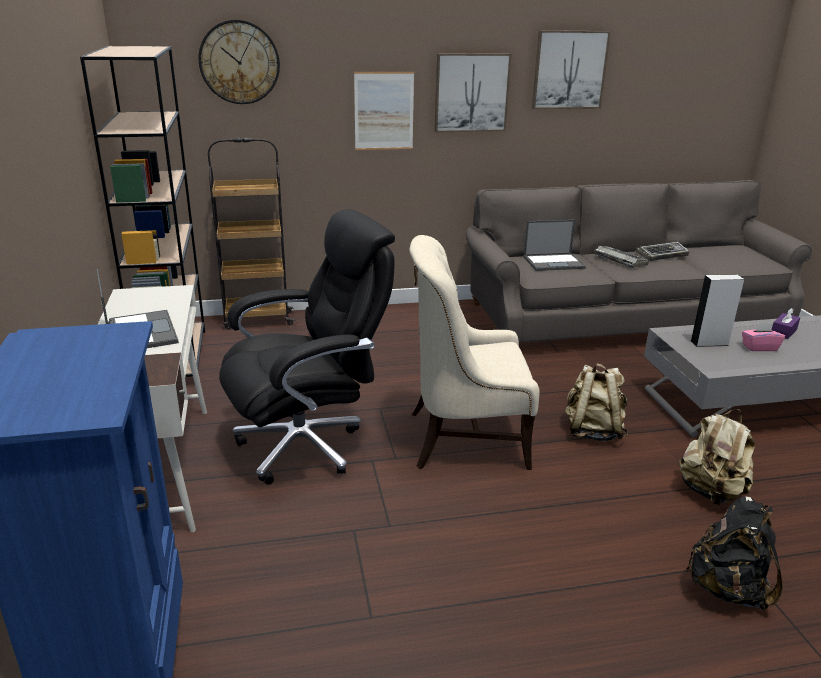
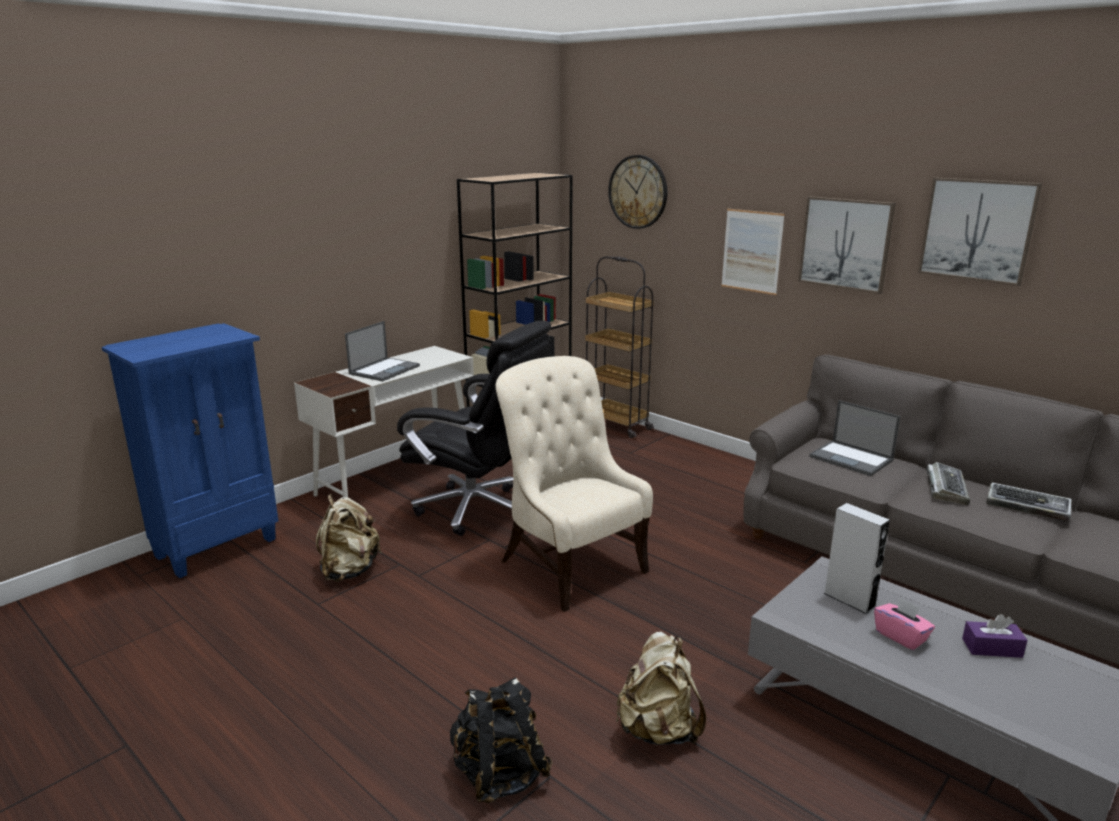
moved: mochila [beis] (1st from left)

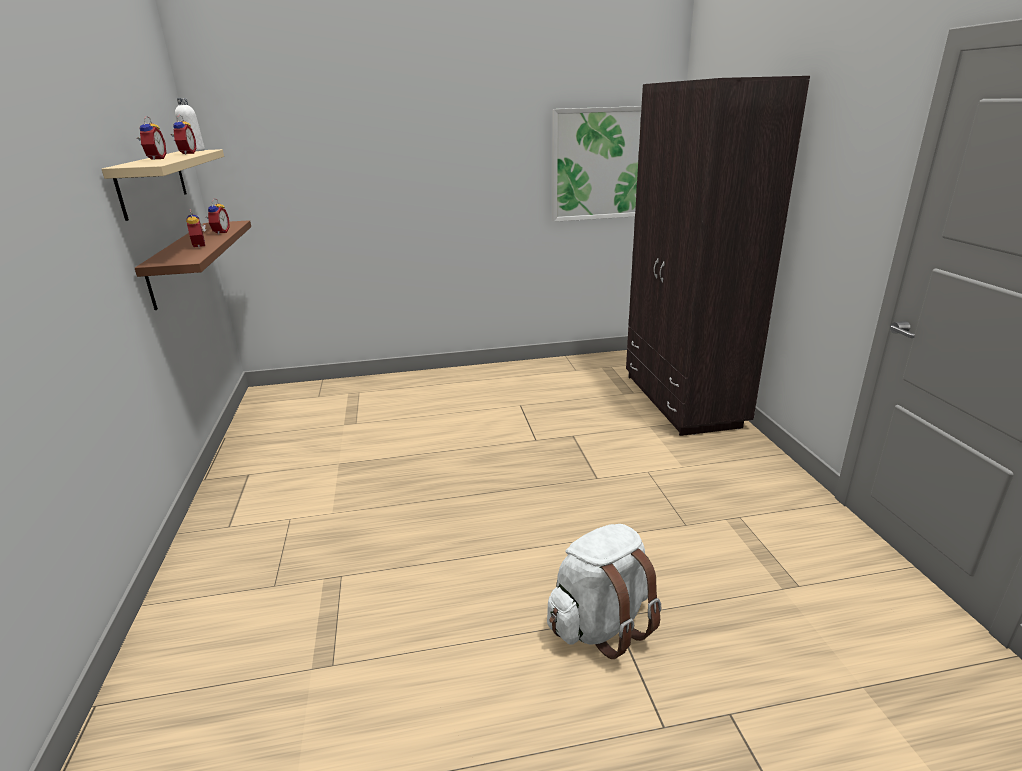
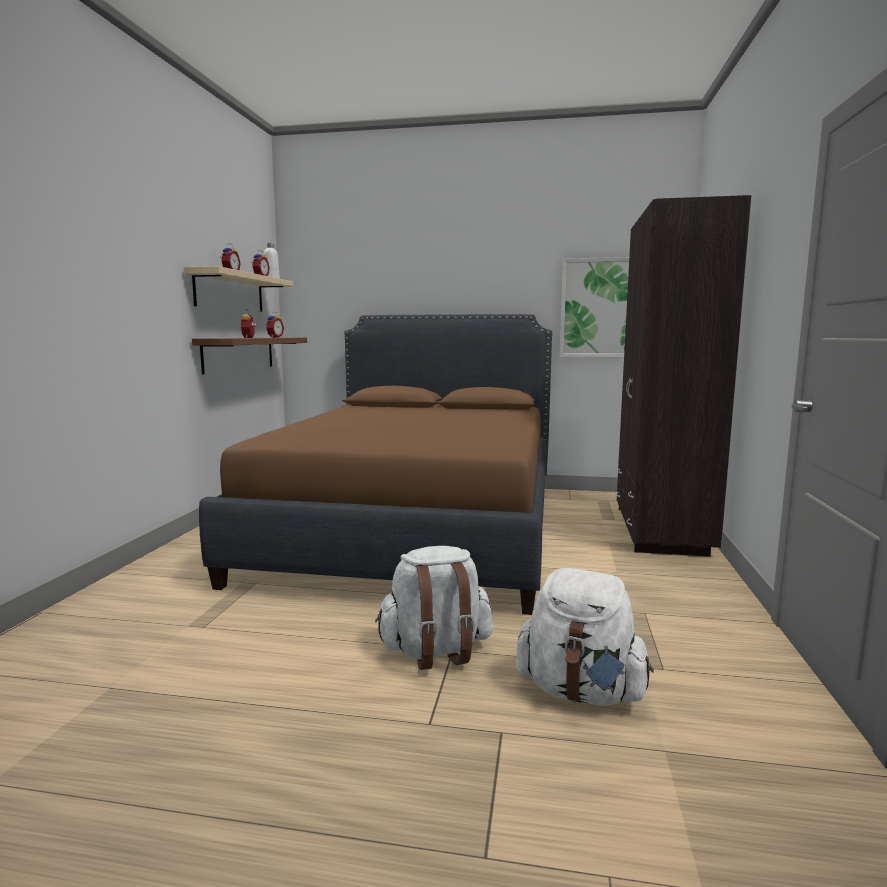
added: cama [marrón]; mochila [blanco] (2nd from left)

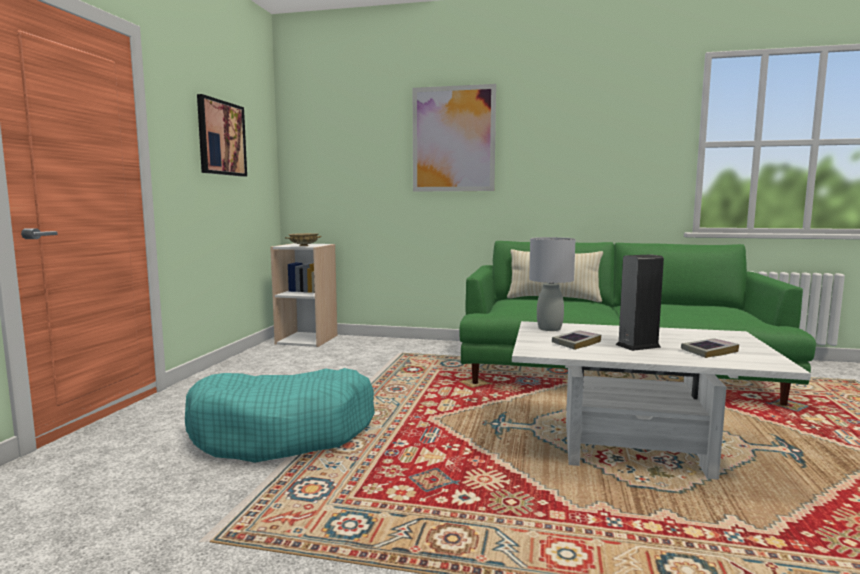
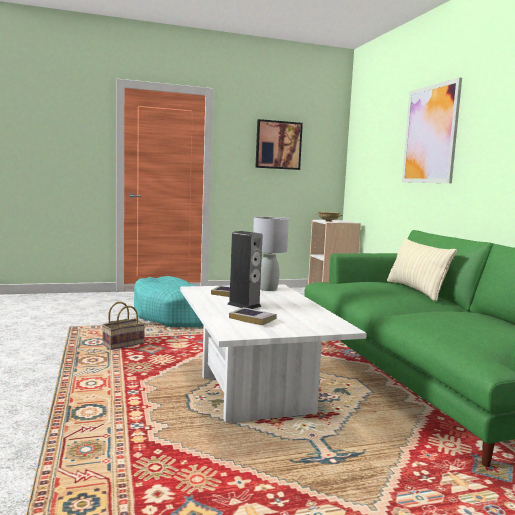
added: cesta

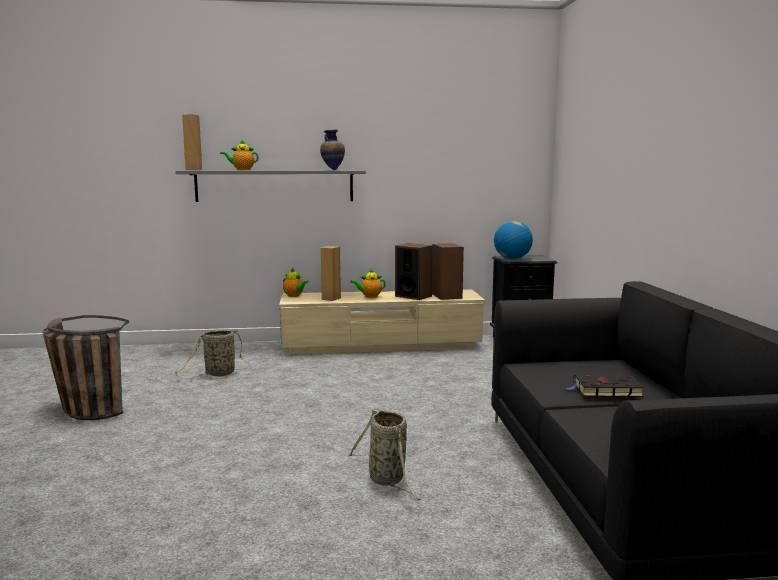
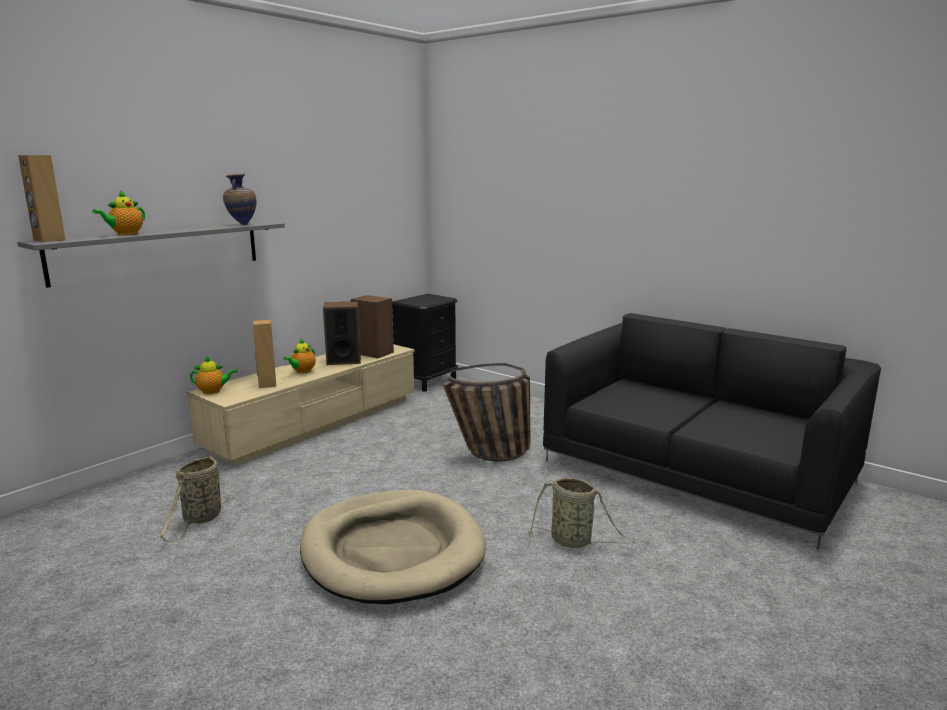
removed: globo terráqueo; libro [negro]
added: cama para perro [beis]
moved: cesta (1st from left in the first image) to cesta (2nd from left)

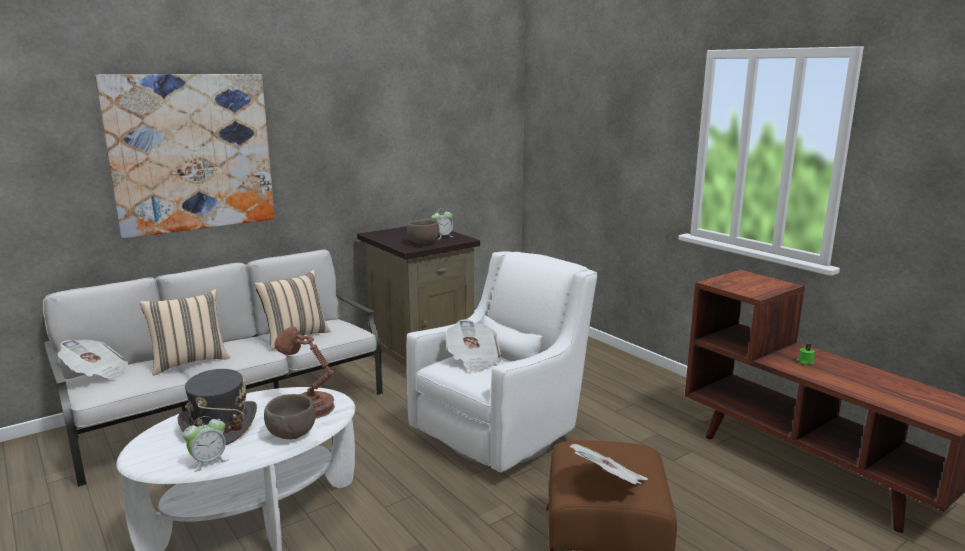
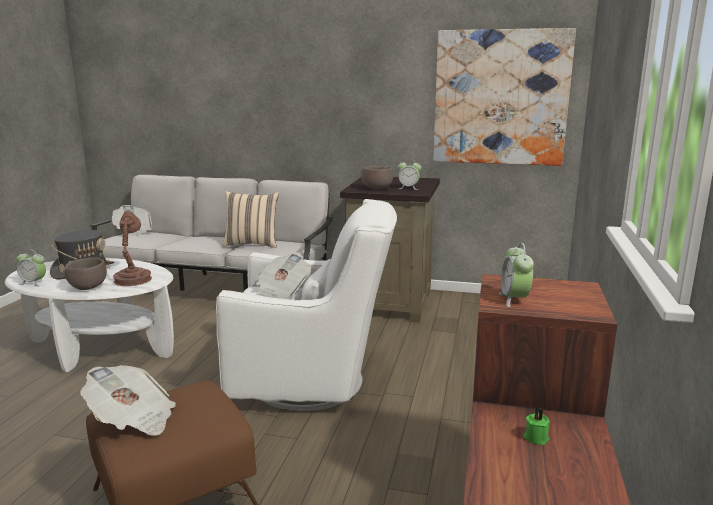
removed: cojín [beis] (1st from left)
added: despertador (3rd from left)
moved: cuadro

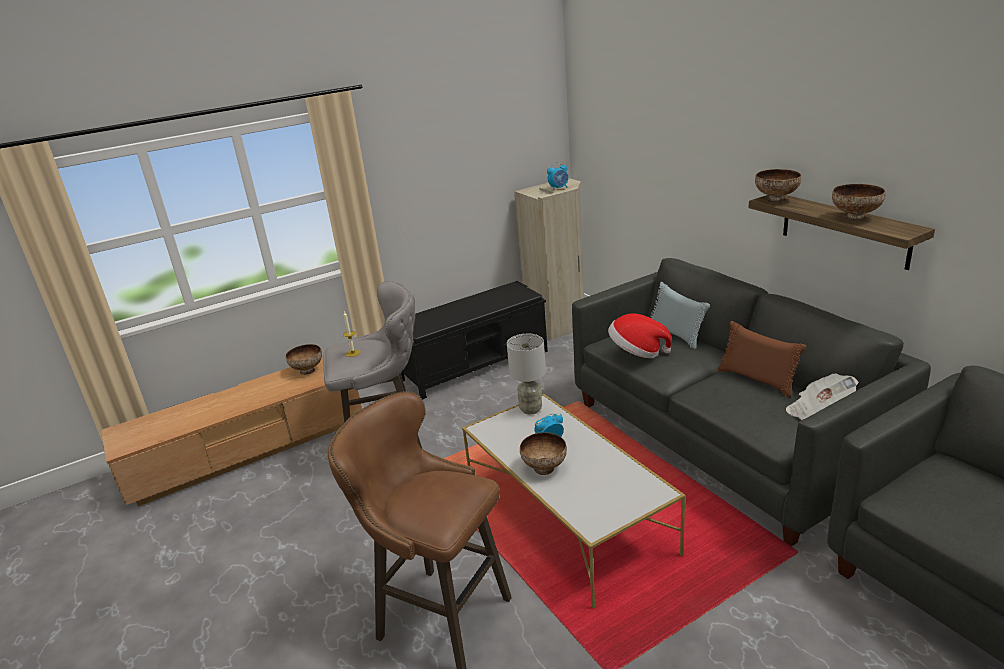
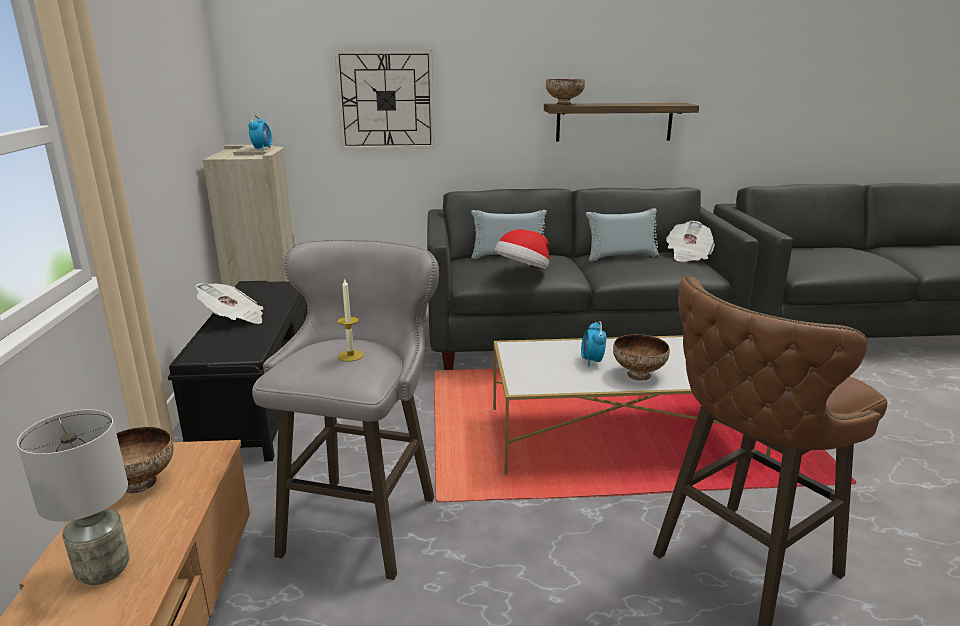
removed: cuenco (4th from left)
added: periódico (1st from left); reloj de pared
moved: lámpara de mesa [gris]
recoloured: cojín [marrón] to cojín [azul] (2nd from left)

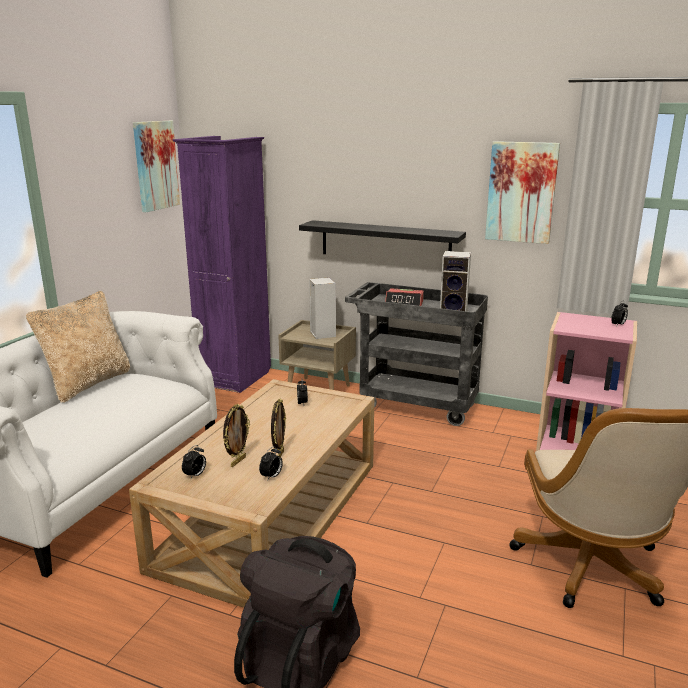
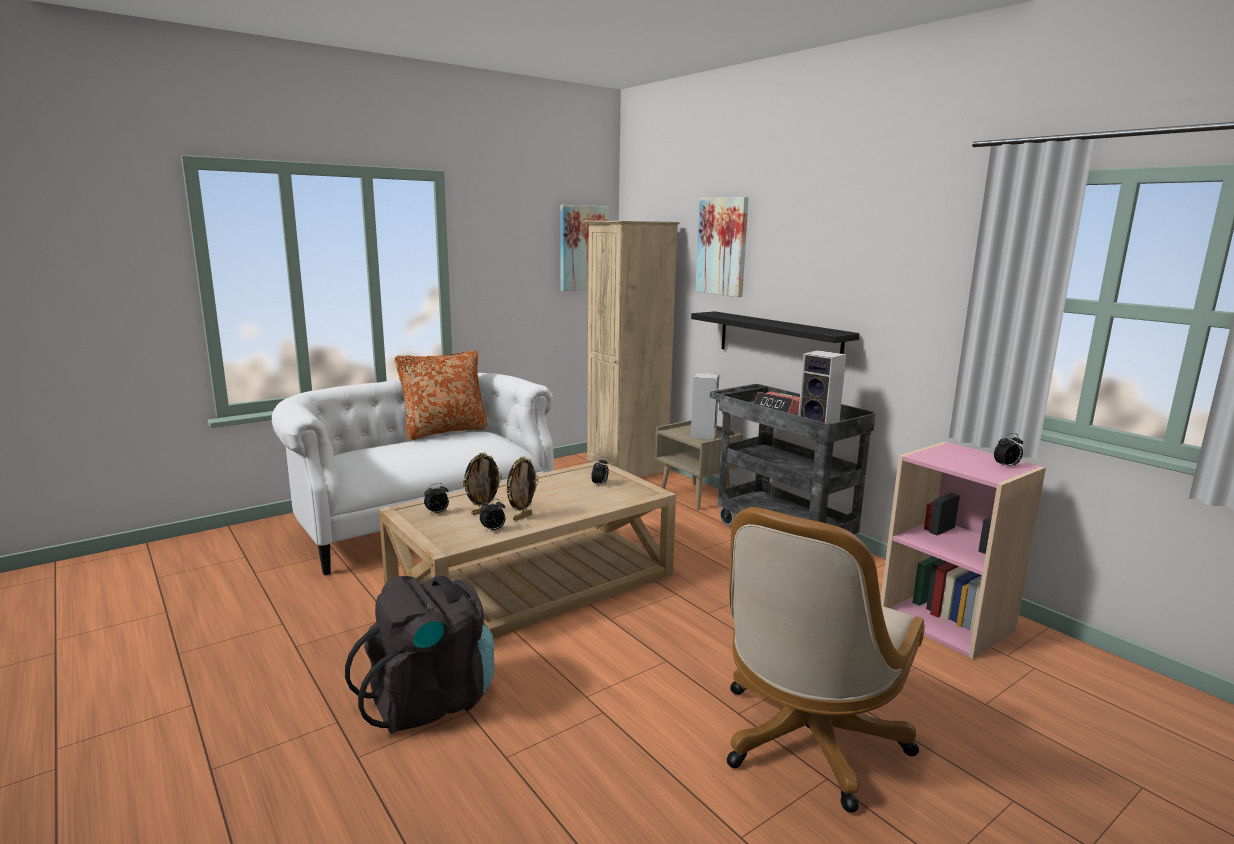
moved: cuadro (2nd from left)
recoloured: cojín [beis] to cojín [naranja]; armario [morado] to armario [beis]

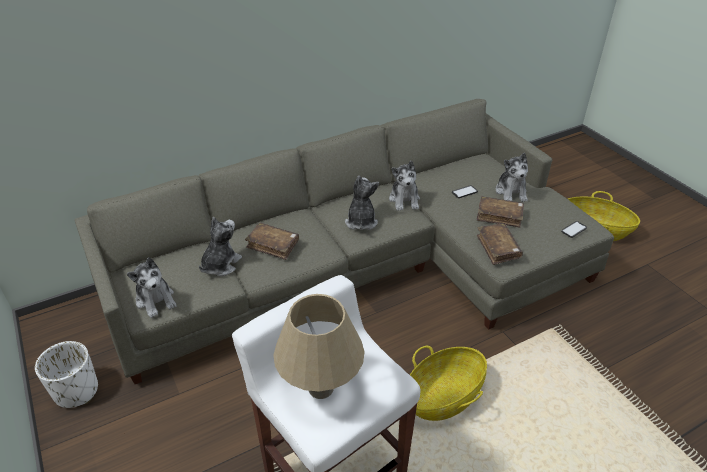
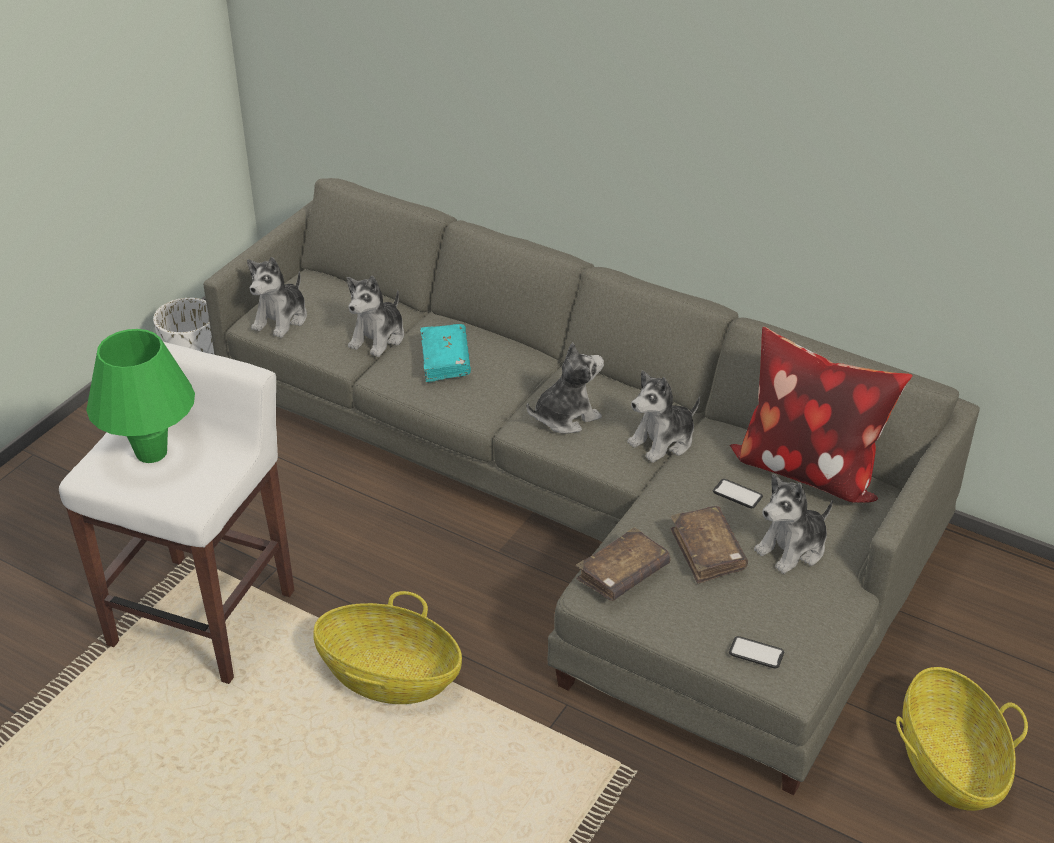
added: cojín
recoloured: libro [marrón] (1st from left) to libro [turquesa]; lámpara de mesa [beis] to lámpara de mesa [verde]
turned: peluche (2nd from left) 120 degrees clockwise

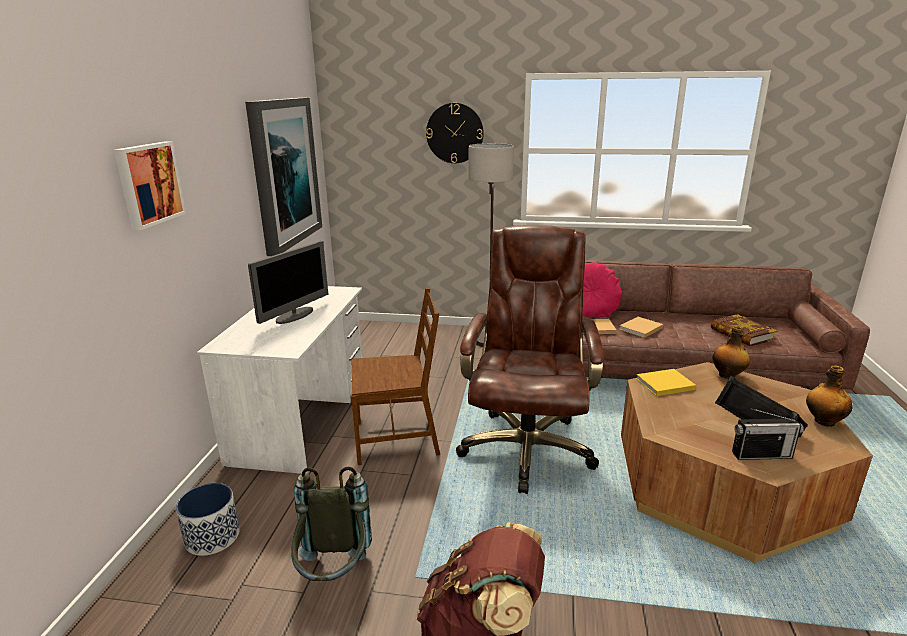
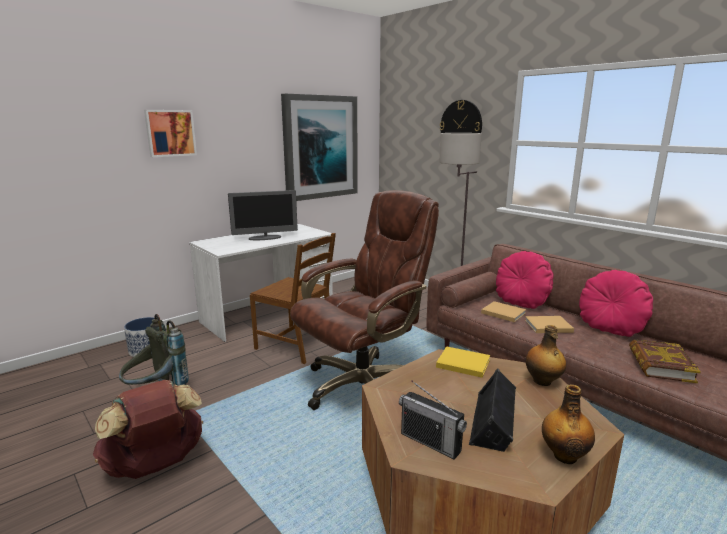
added: cojín [rosa] (2nd from left)

